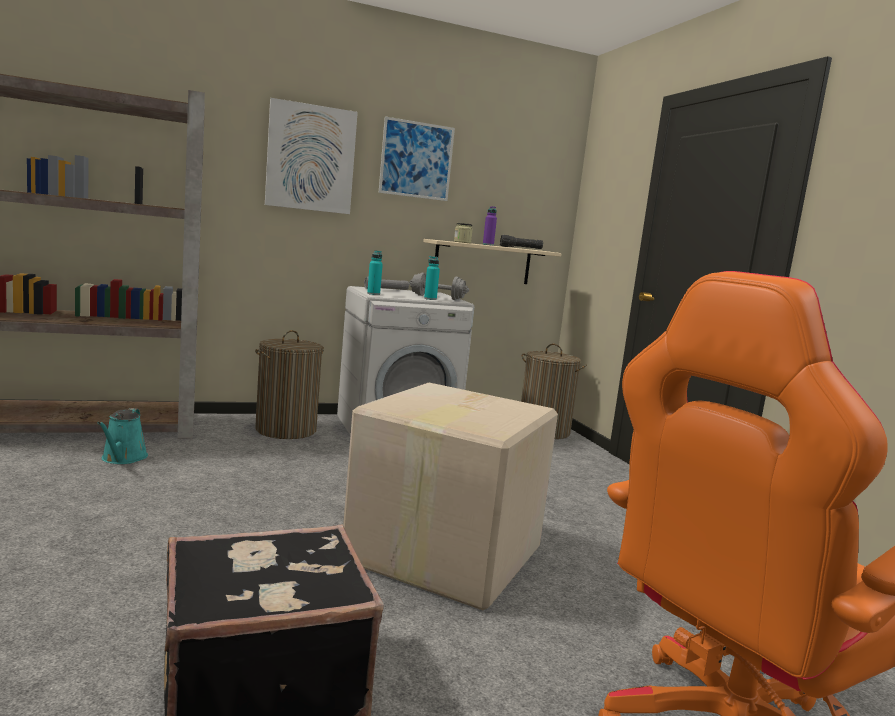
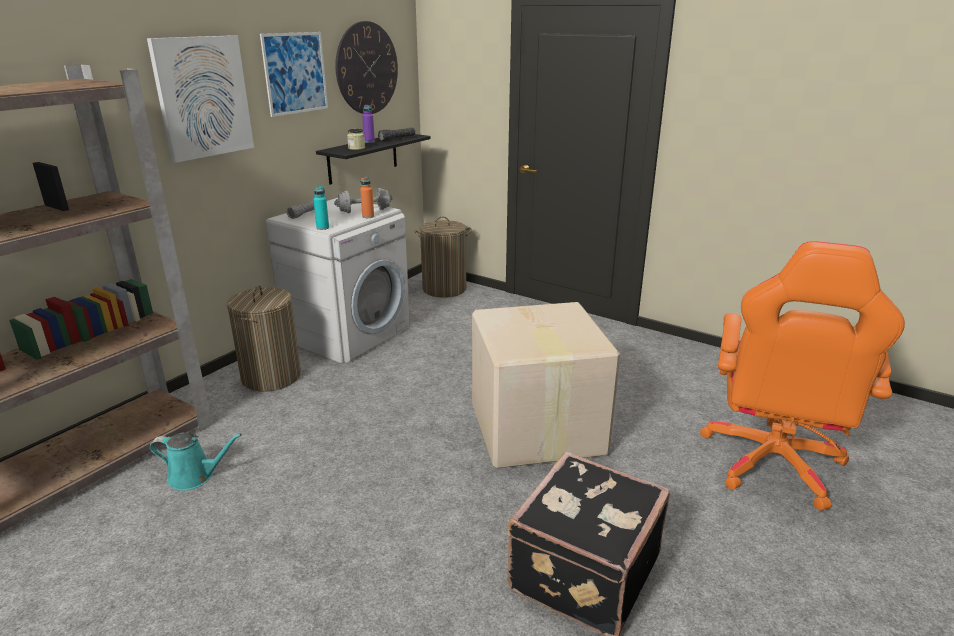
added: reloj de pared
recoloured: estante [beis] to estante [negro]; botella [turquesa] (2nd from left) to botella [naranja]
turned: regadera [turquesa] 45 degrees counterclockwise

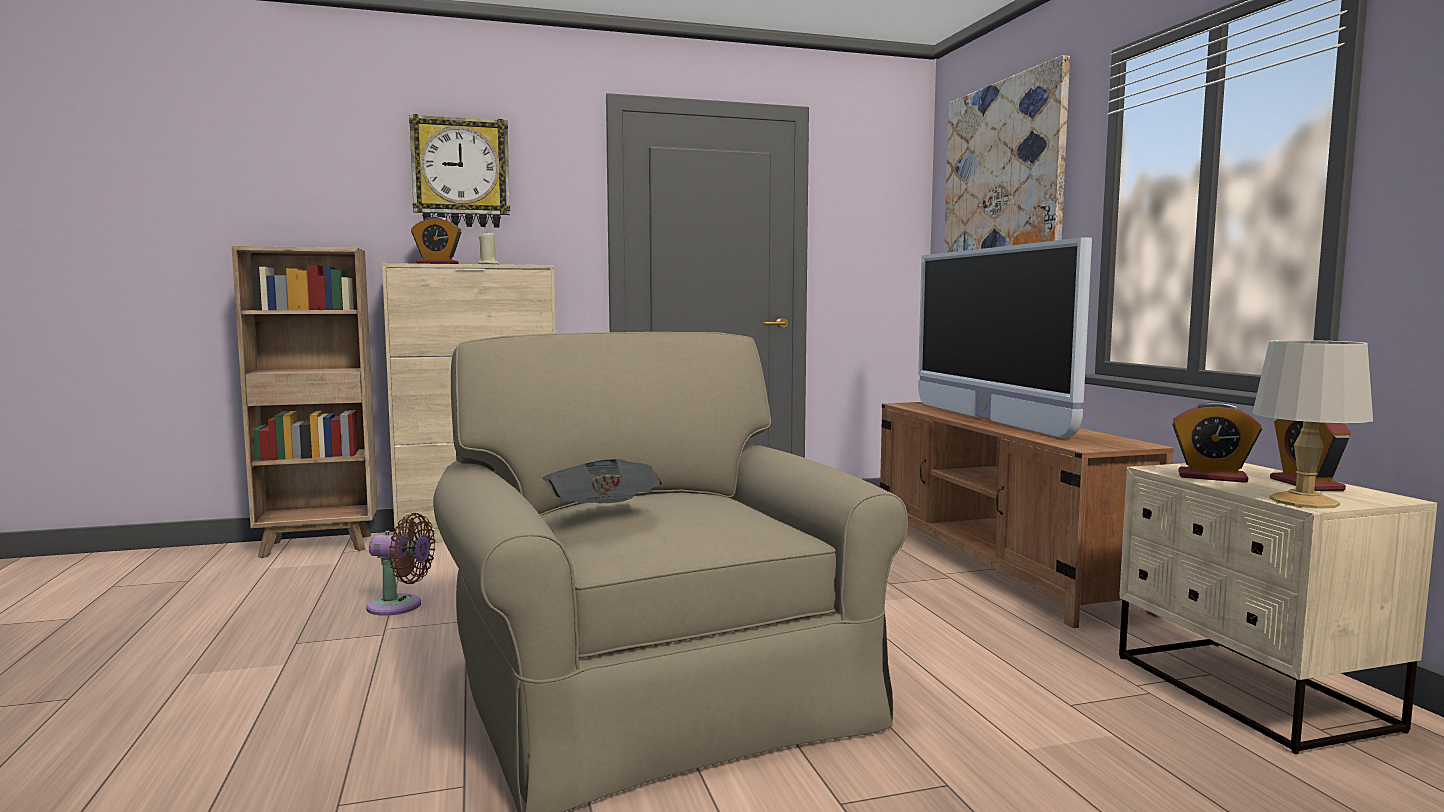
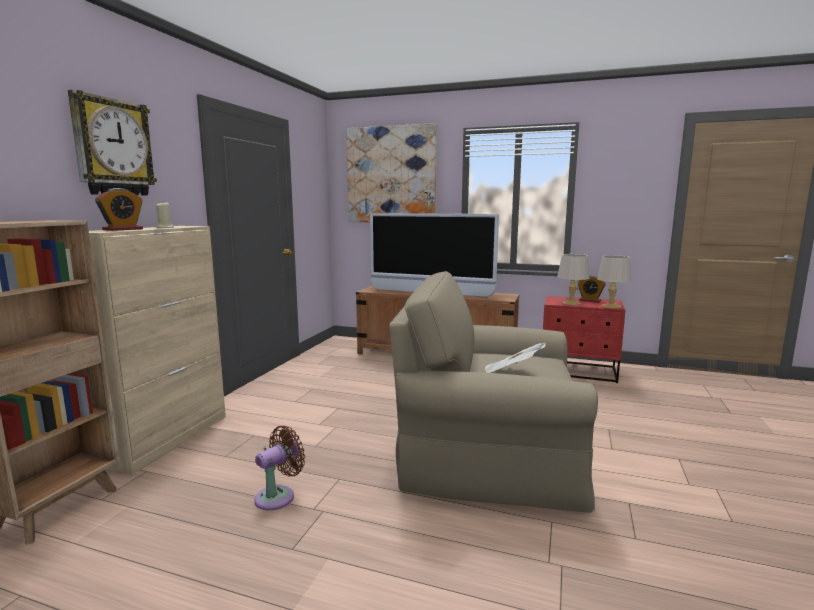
replaced: despertador (2nd from left) to lámpara de mesa [gris] (1st from left)
recoloured: mesita de noche [beis] to mesita de noche [rojo]

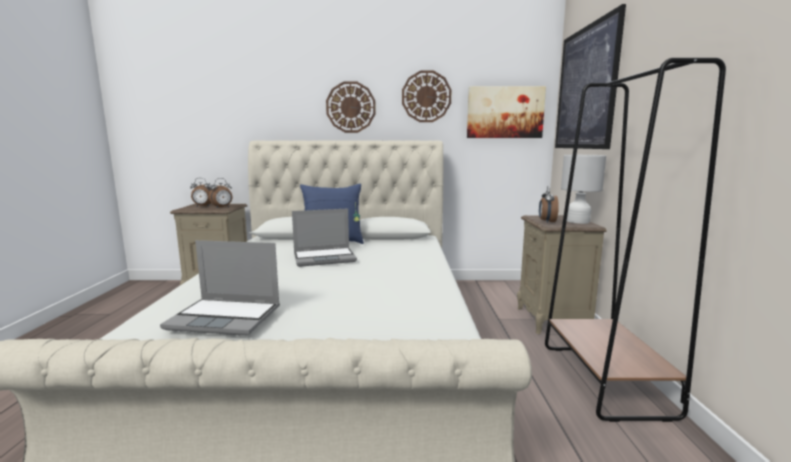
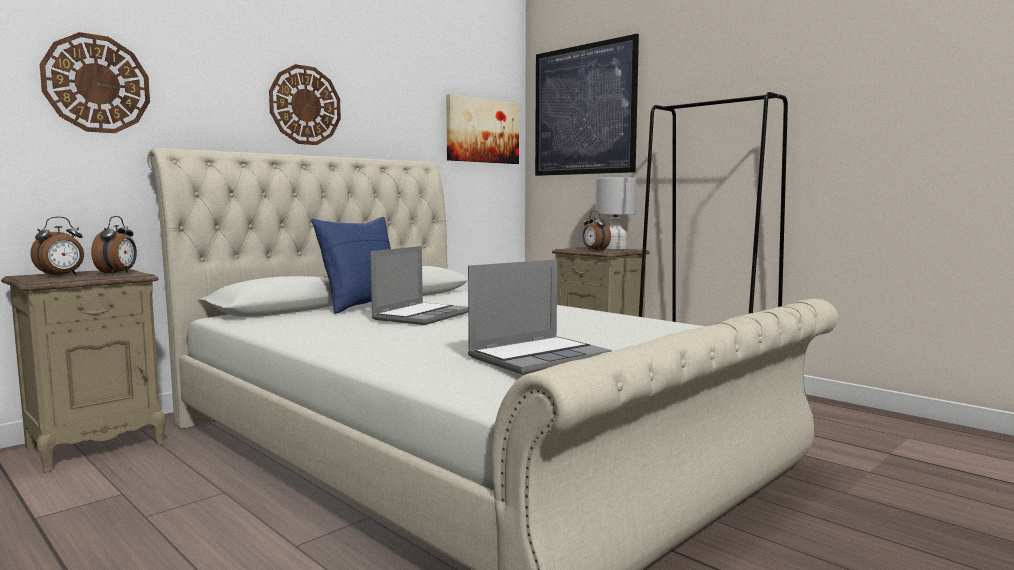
moved: reloj de pared (2nd from left in the first image) to reloj de pared (1st from left)

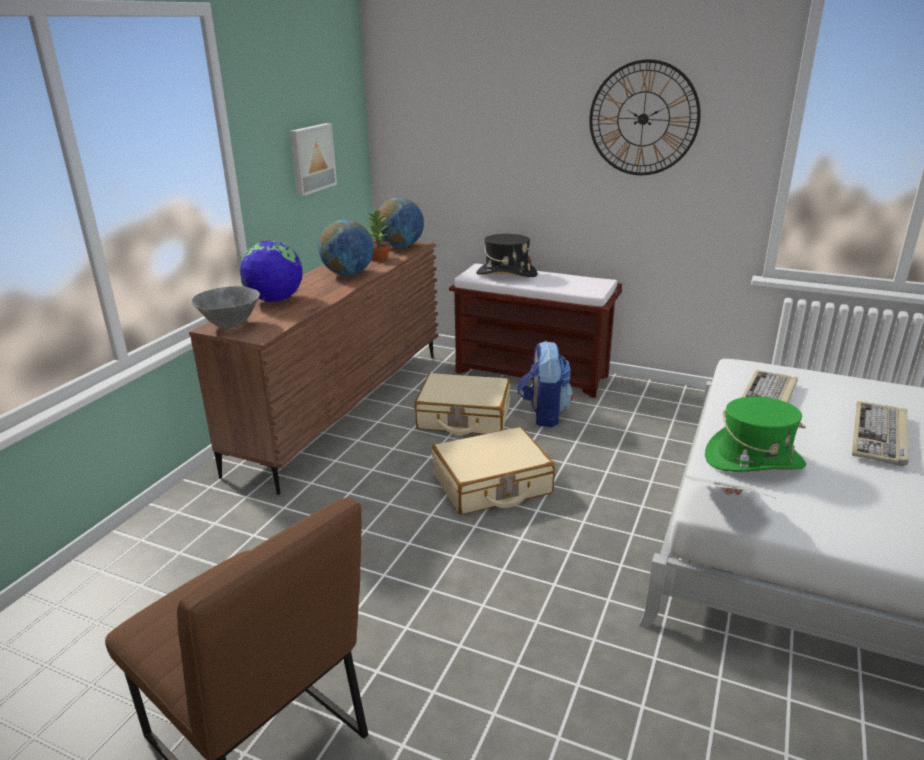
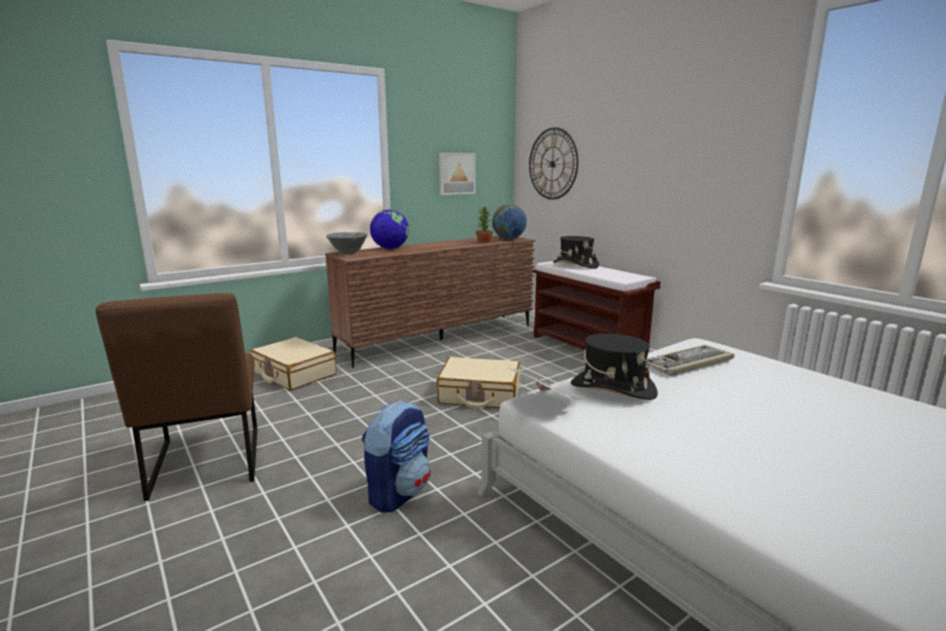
removed: globo terráqueo (2nd from left); teclado (2nd from left)
moved: maleta [beis] (1st from left); mochila; reloj de pared
recoloured: sombrero [verde] to sombrero [negro] (2nd from left)

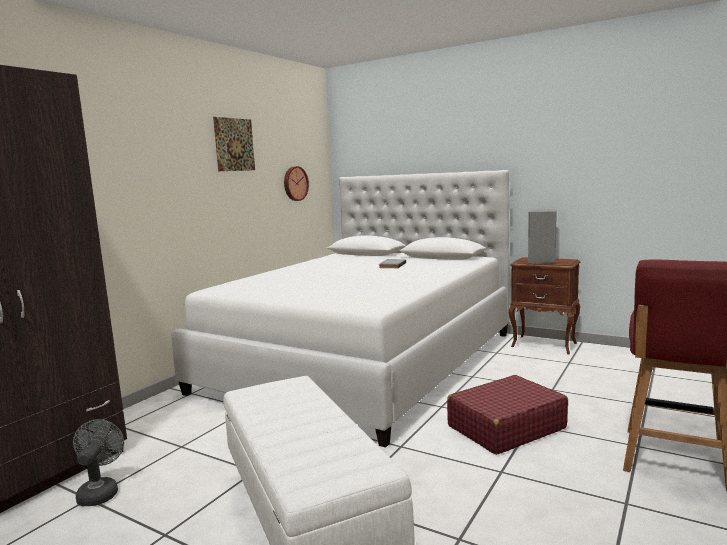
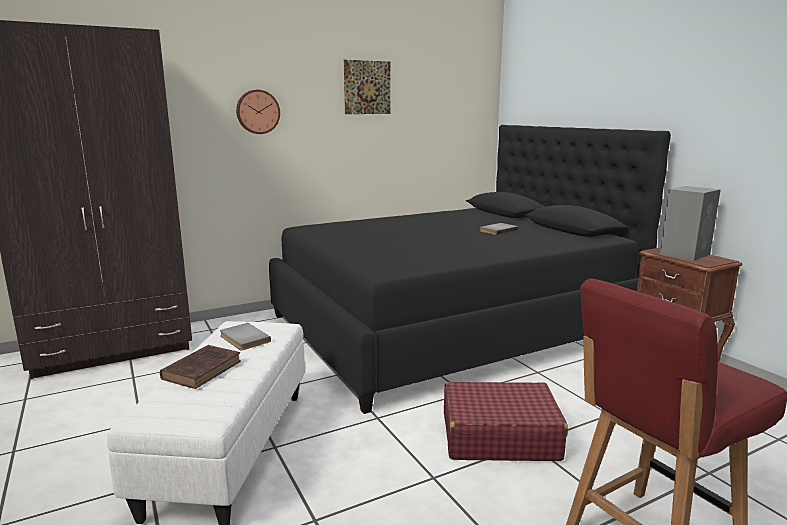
removed: ventilador [gris]
added: libro [marrón]; libro [gris] (1st from left)
moved: reloj de pared
recoloured: cama [blanco] to cama [negro]

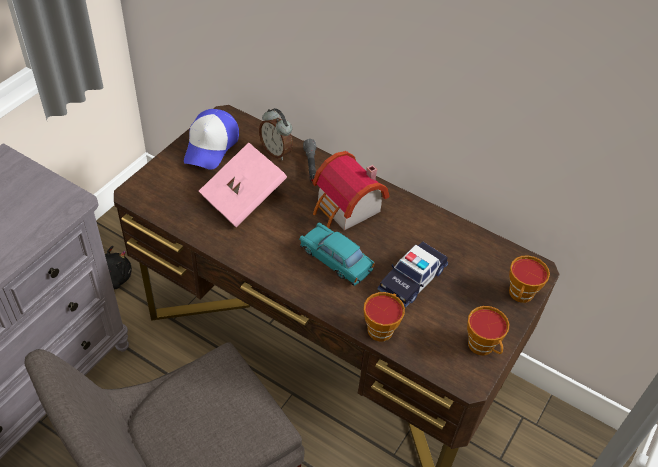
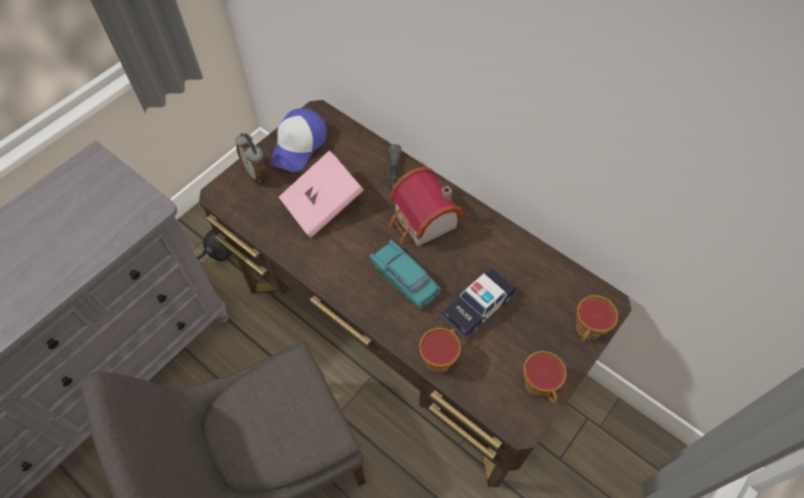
moved: despertador

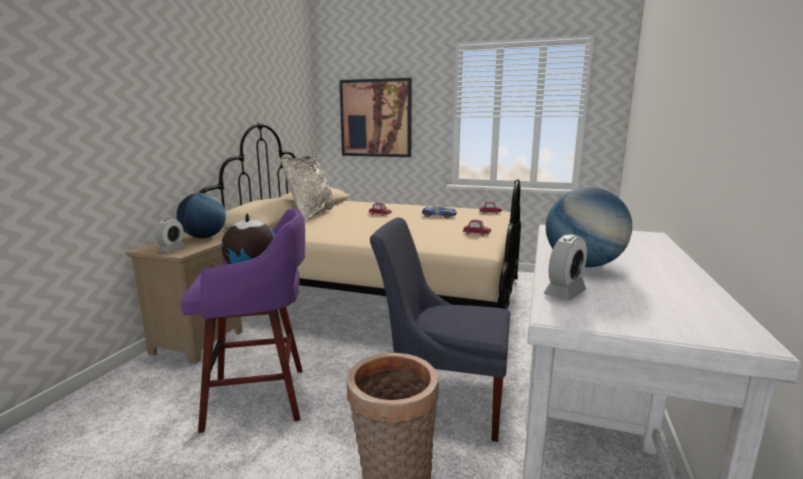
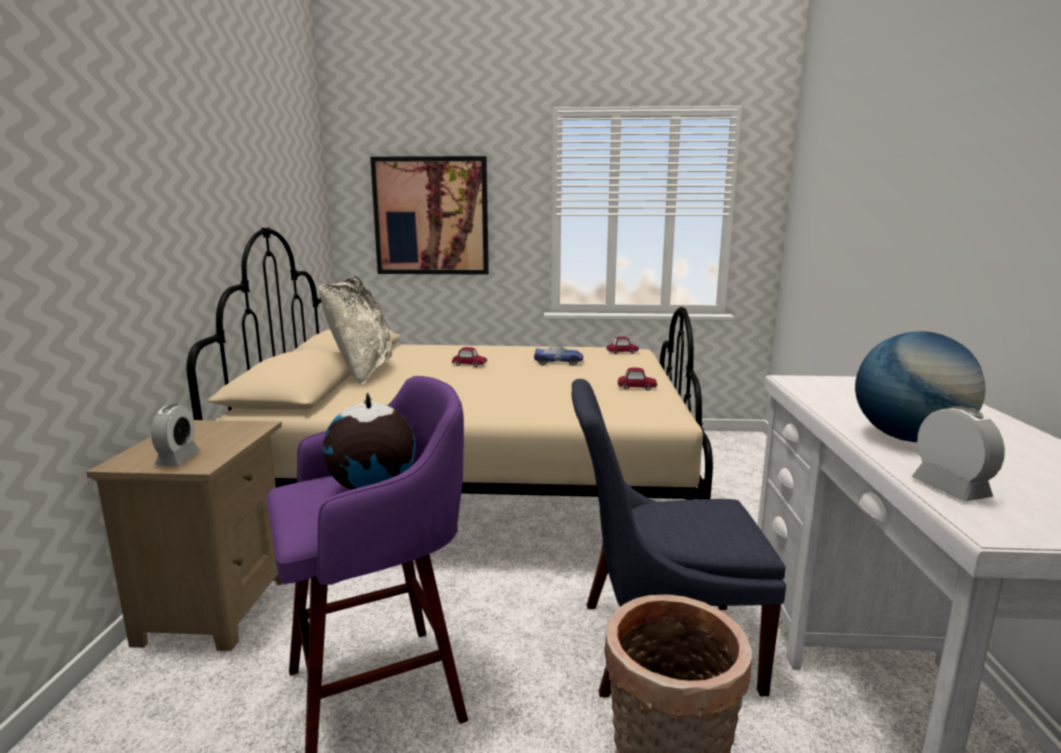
removed: globo terráqueo (1st from left)
turned: despertador (2nd from left) 45 degrees counterclockwise

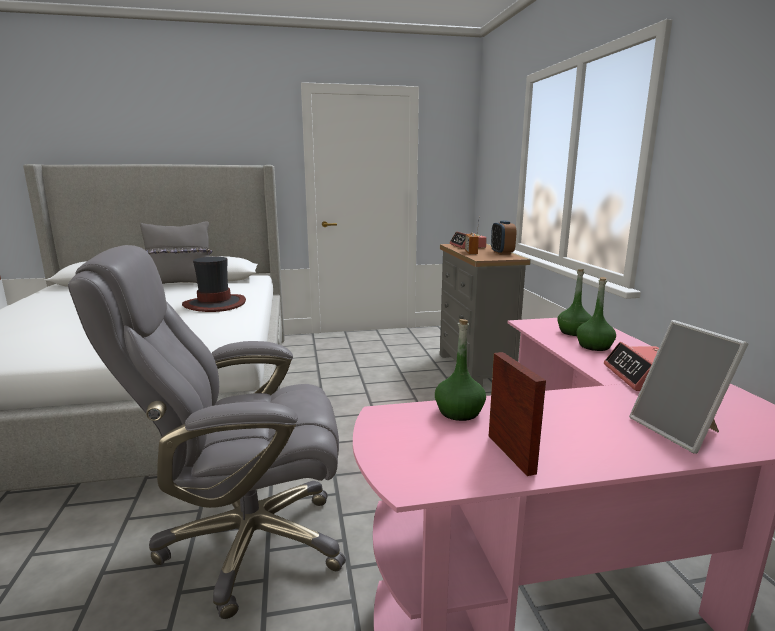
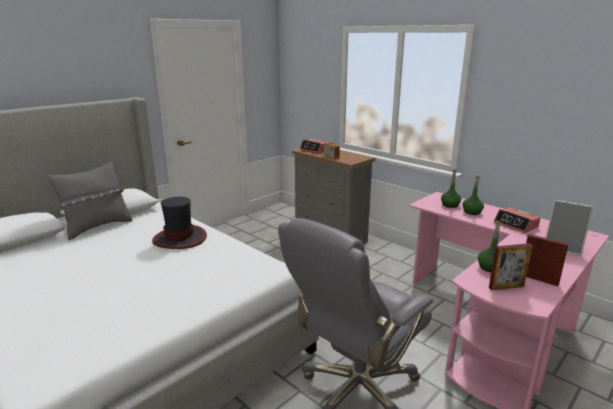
removed: despertador (2nd from left)
added: portarretratos (1st from left)

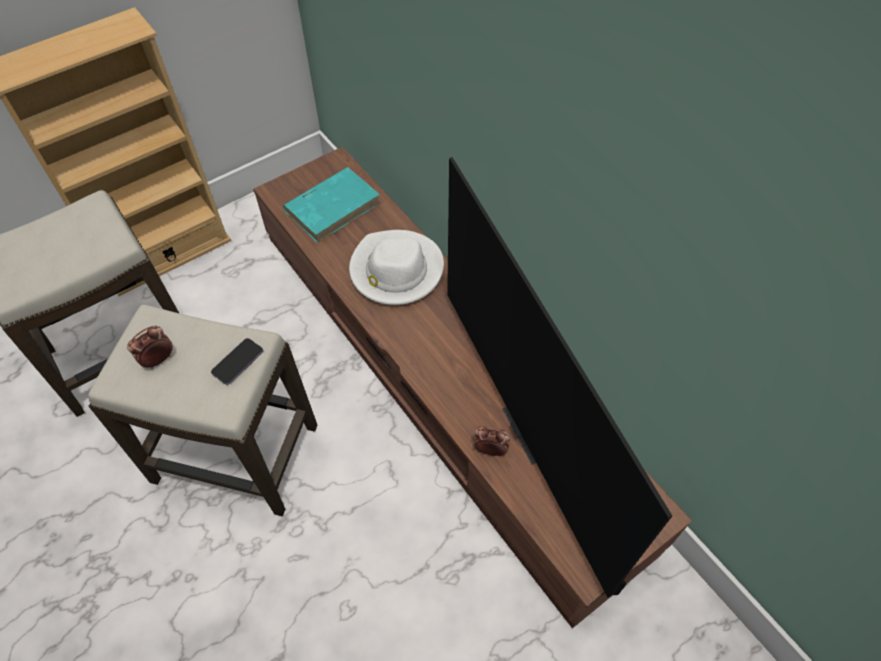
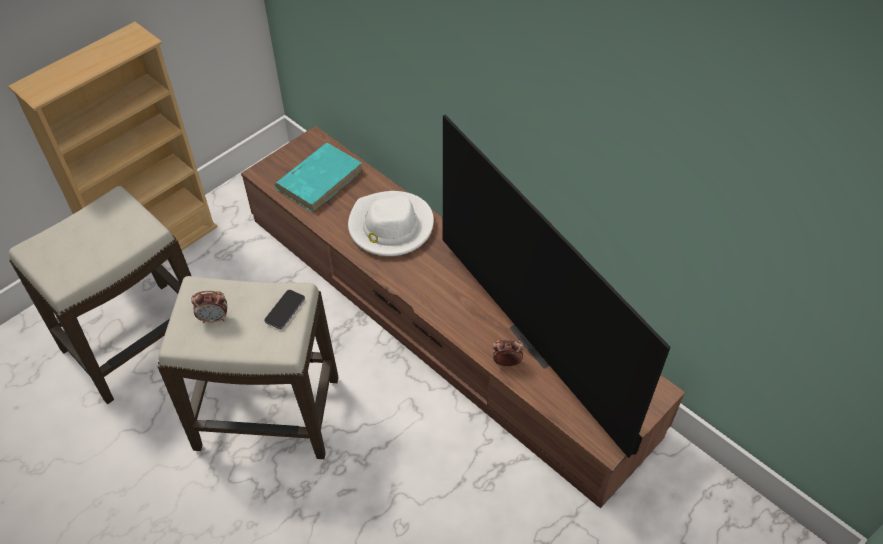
turned: despertador (1st from left) 135 degrees counterclockwise

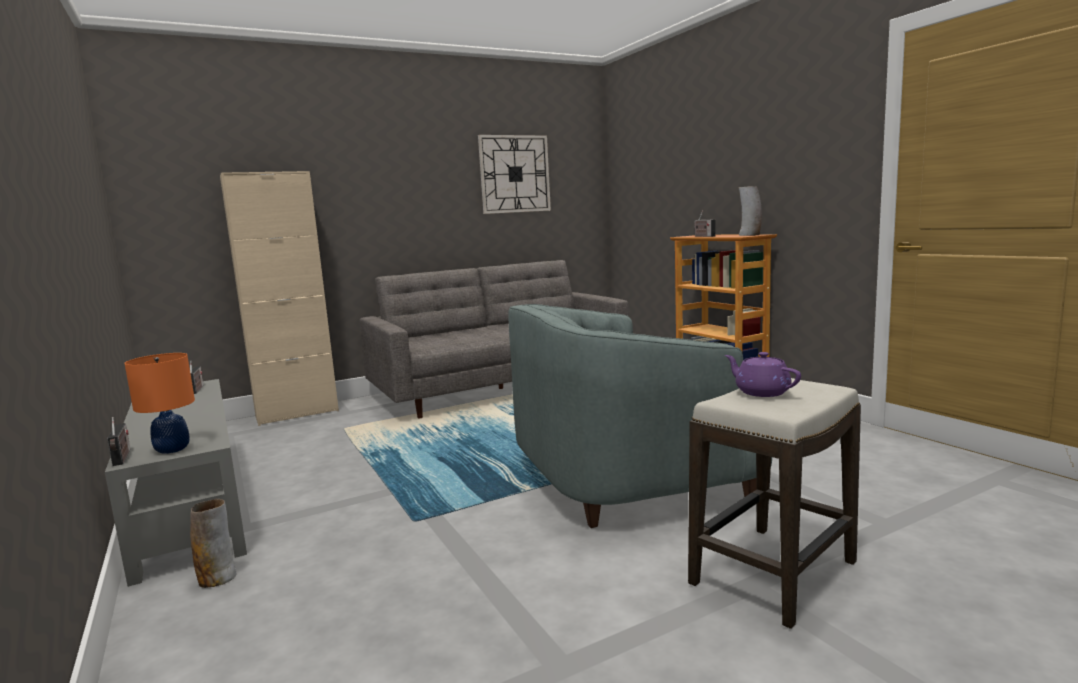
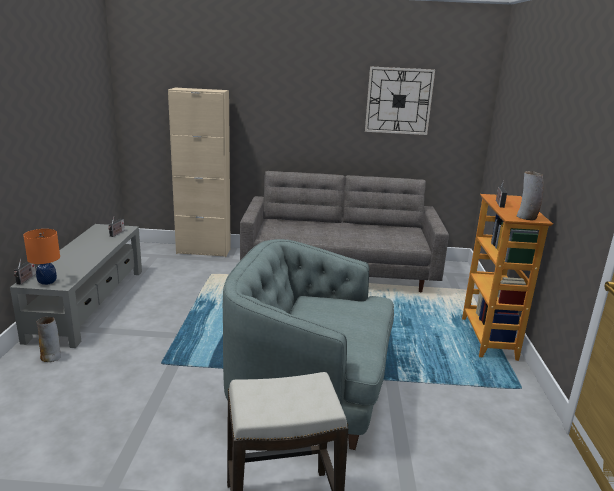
removed: tetera [morado]

